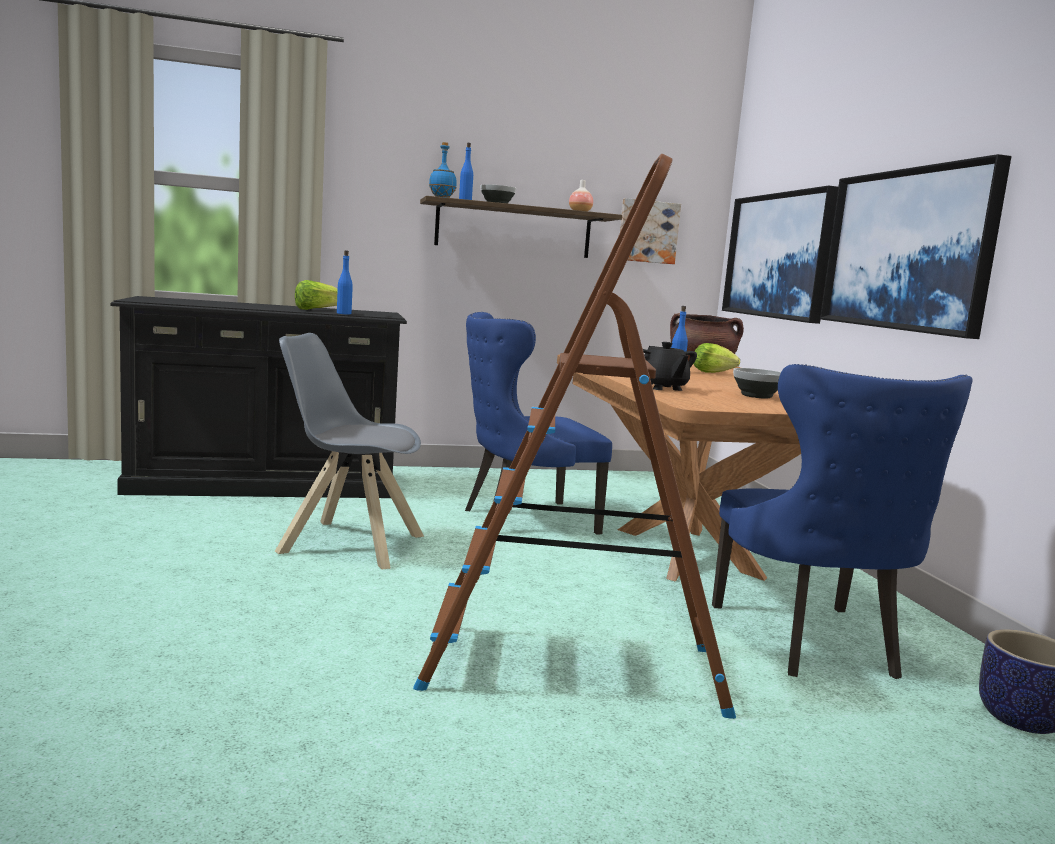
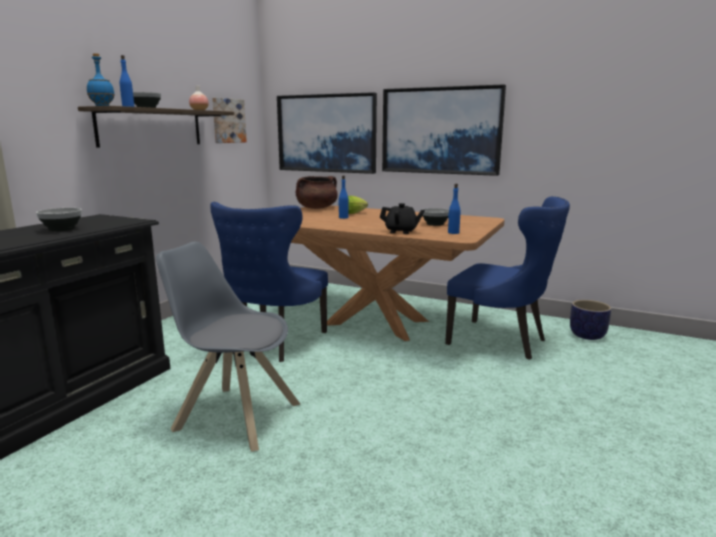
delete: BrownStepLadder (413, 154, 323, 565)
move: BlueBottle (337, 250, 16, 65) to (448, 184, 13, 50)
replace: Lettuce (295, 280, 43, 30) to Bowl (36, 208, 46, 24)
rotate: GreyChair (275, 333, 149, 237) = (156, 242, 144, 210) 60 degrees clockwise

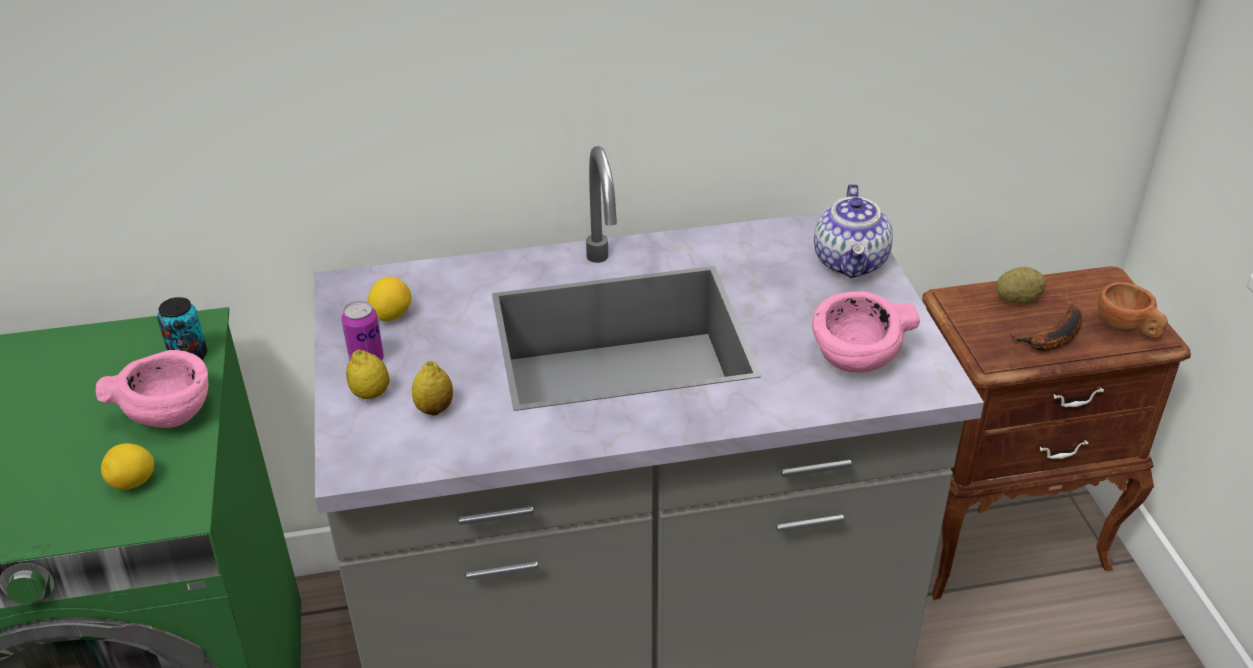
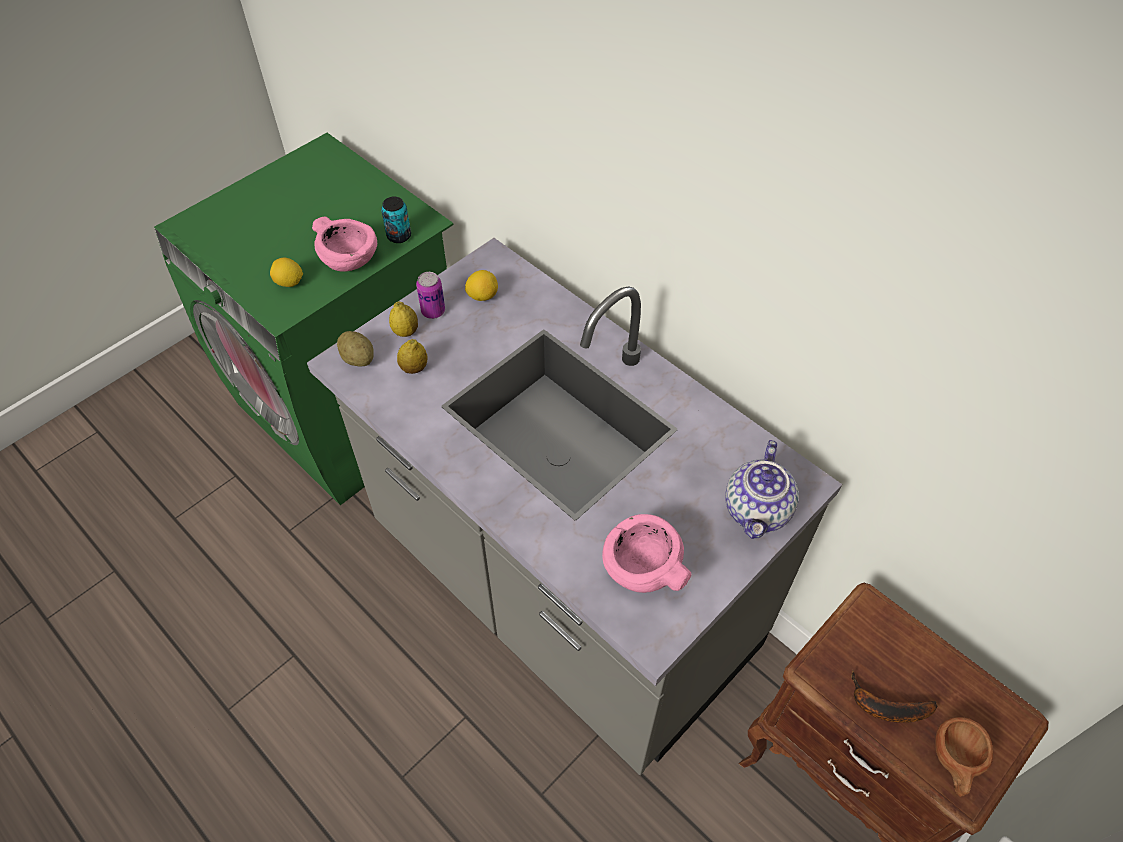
move: Potato (996, 267, 50, 37) to (337, 331, 37, 36)
rotate: Teapot (814, 183, 79, 95) = (725, 440, 74, 99) 45 degrees counterclockwise

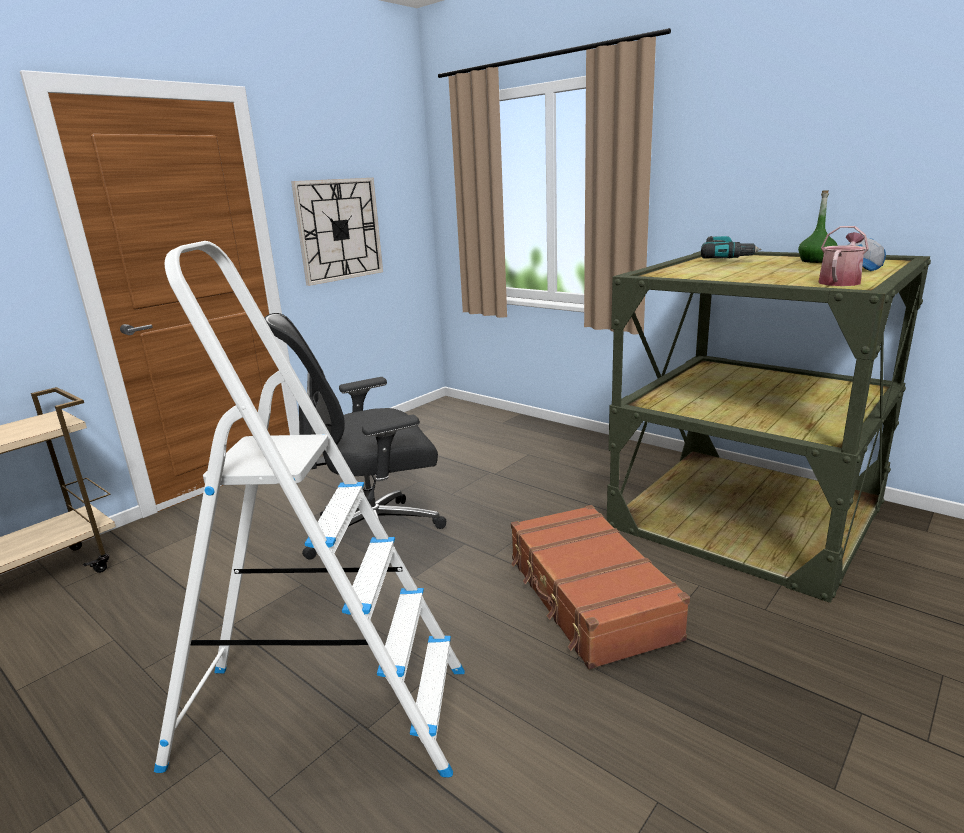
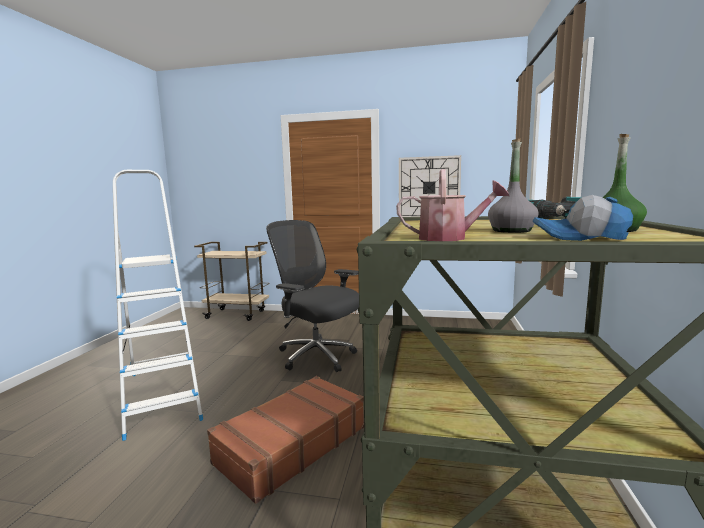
insert: GreyBottle (488, 138, 50, 95)

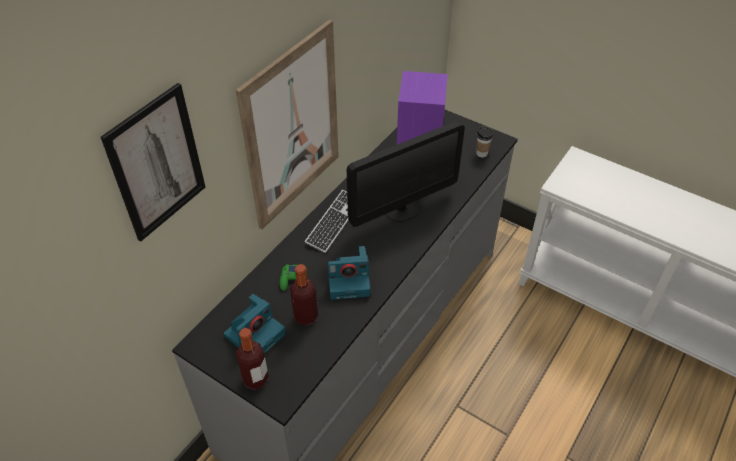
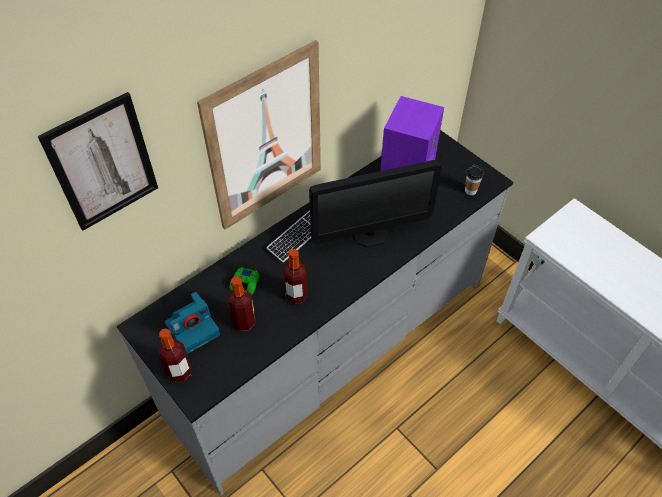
replace: PhotoCamera (328, 246, 42, 54) to Bottle (283, 249, 25, 55)

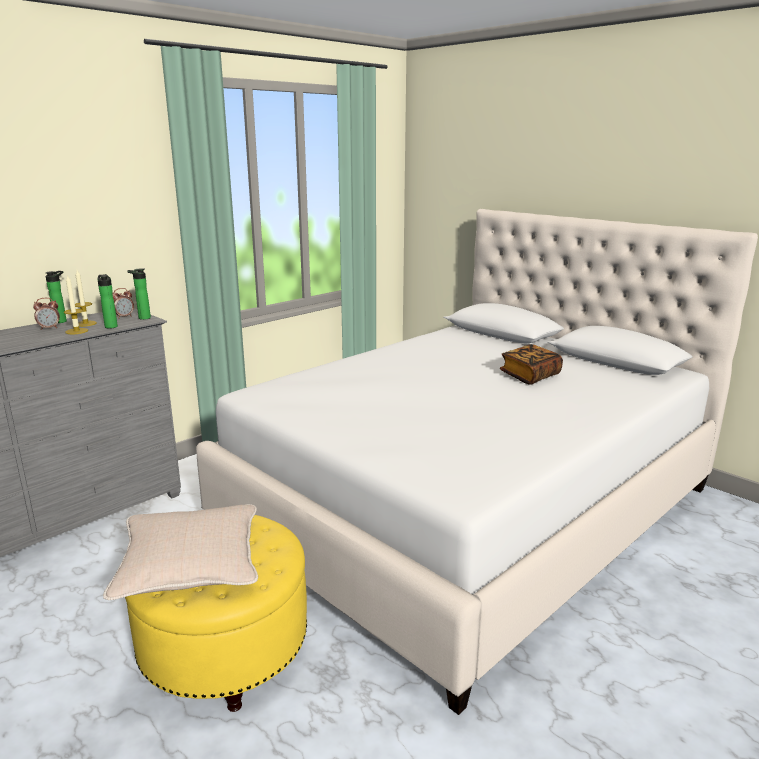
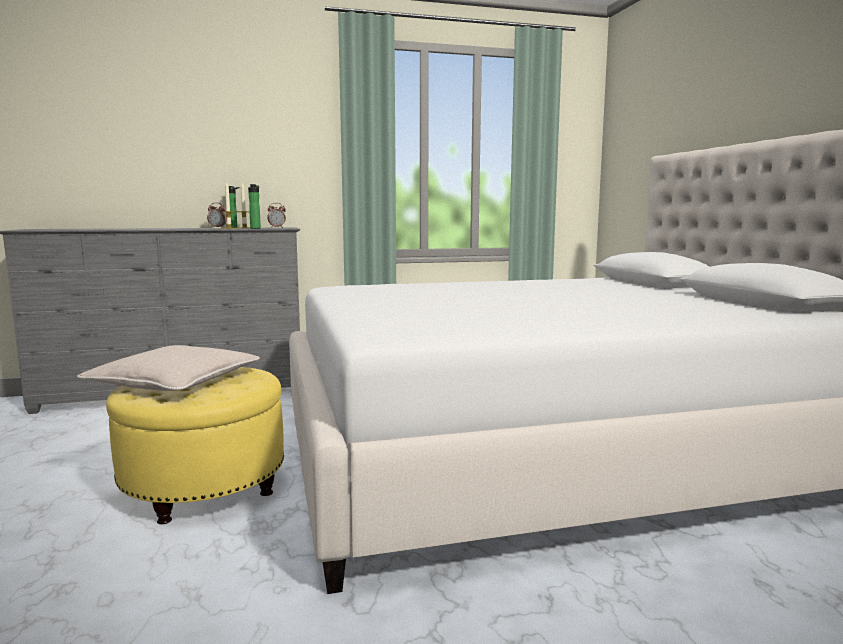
delete: Bottle (127, 268, 24, 52); Book (500, 344, 63, 41)

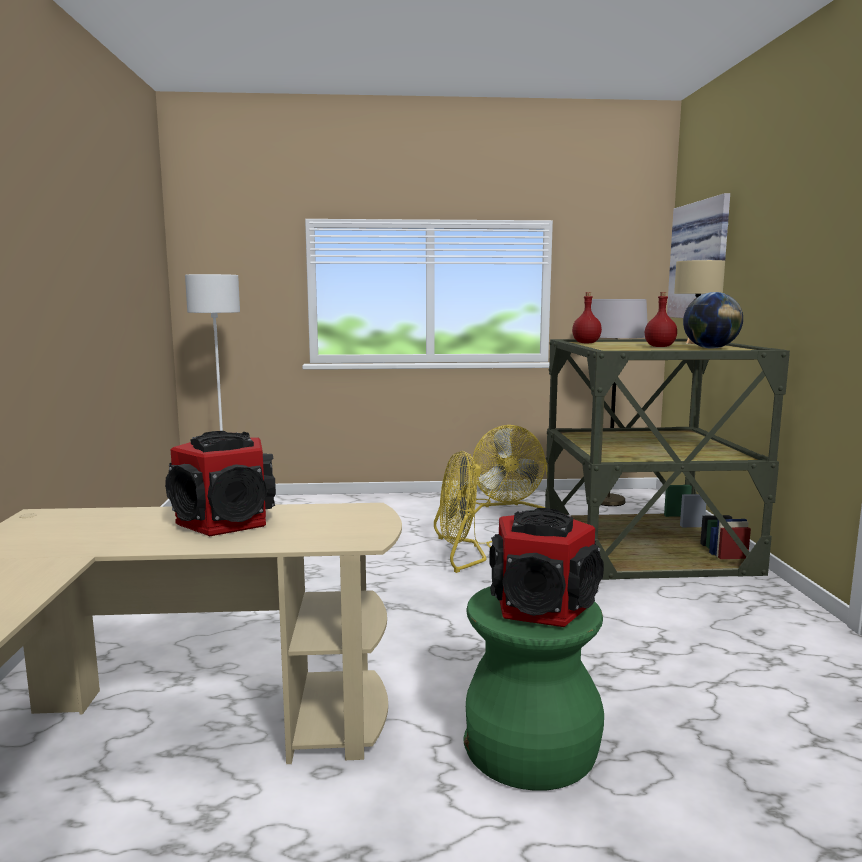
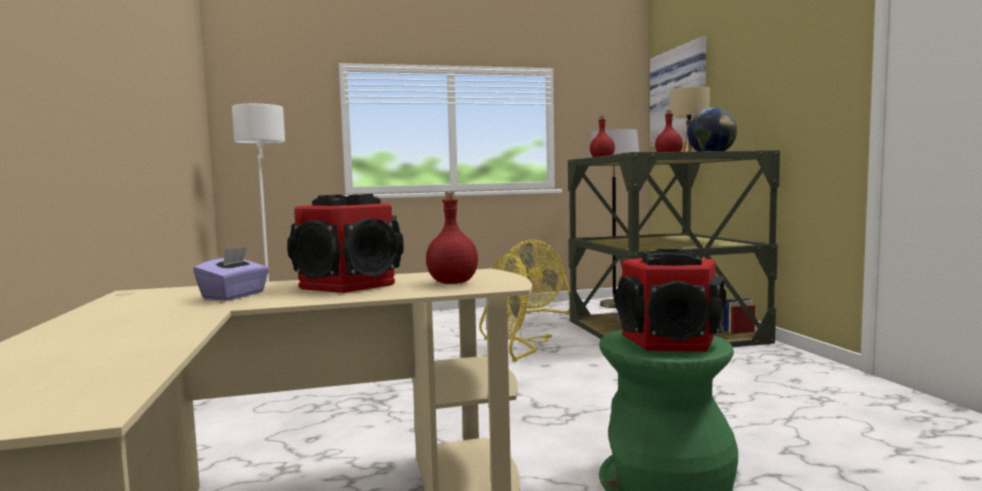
insert: PurpleTissueBox (193, 247, 76, 54); RedBottle (426, 192, 52, 92)

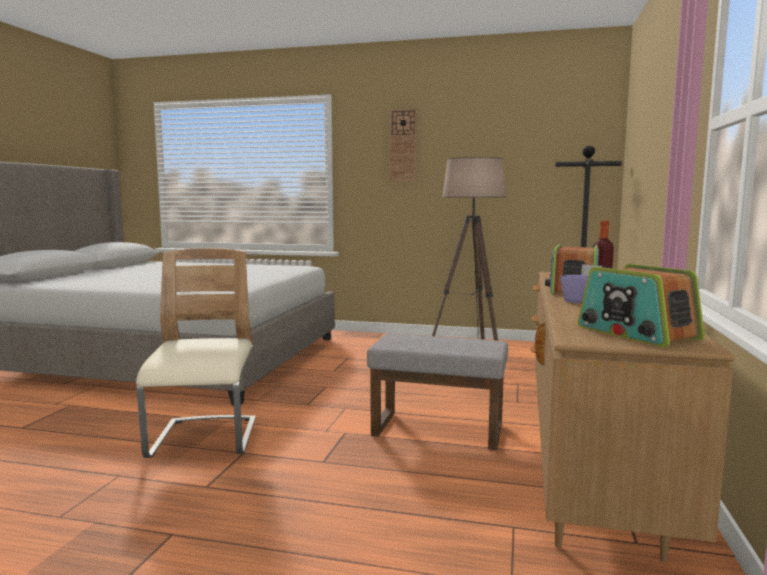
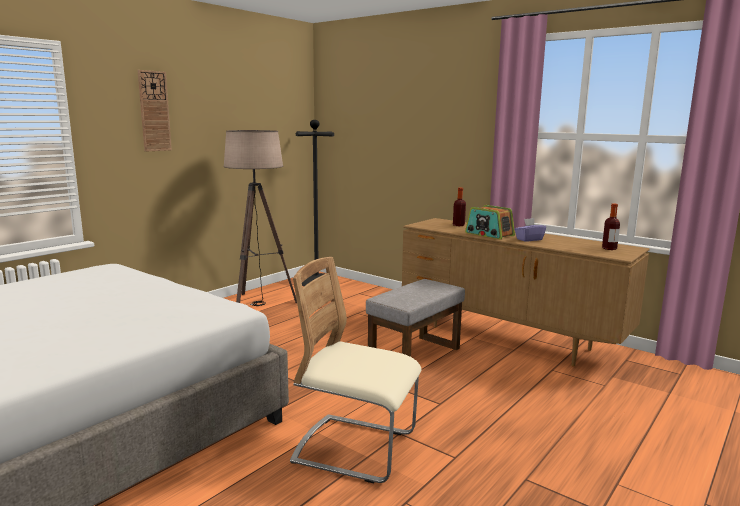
replace: Radio (578, 264, 127, 83) to Bottle (602, 203, 18, 47)

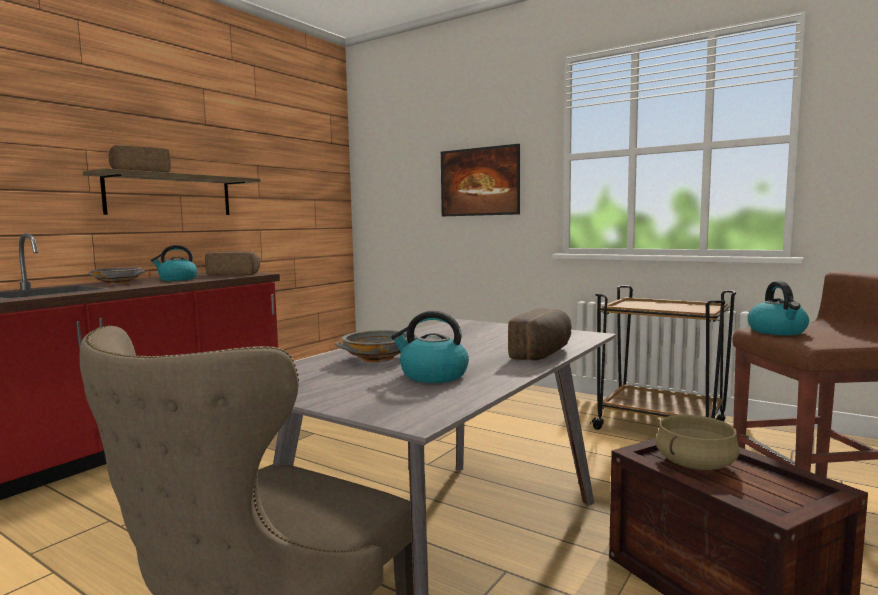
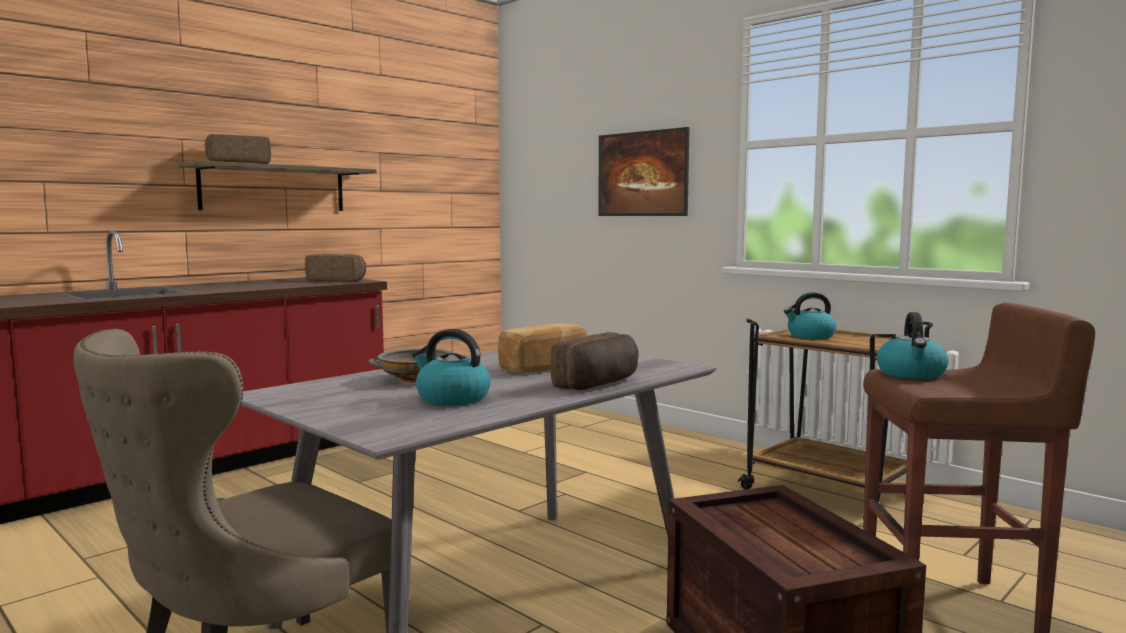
delete: GreyBowl (88, 267, 58, 18); BeigeCookingPot (655, 415, 85, 55)
insert: Bread (498, 324, 89, 49)
move: Kettle (151, 245, 47, 36) to (784, 292, 52, 47)

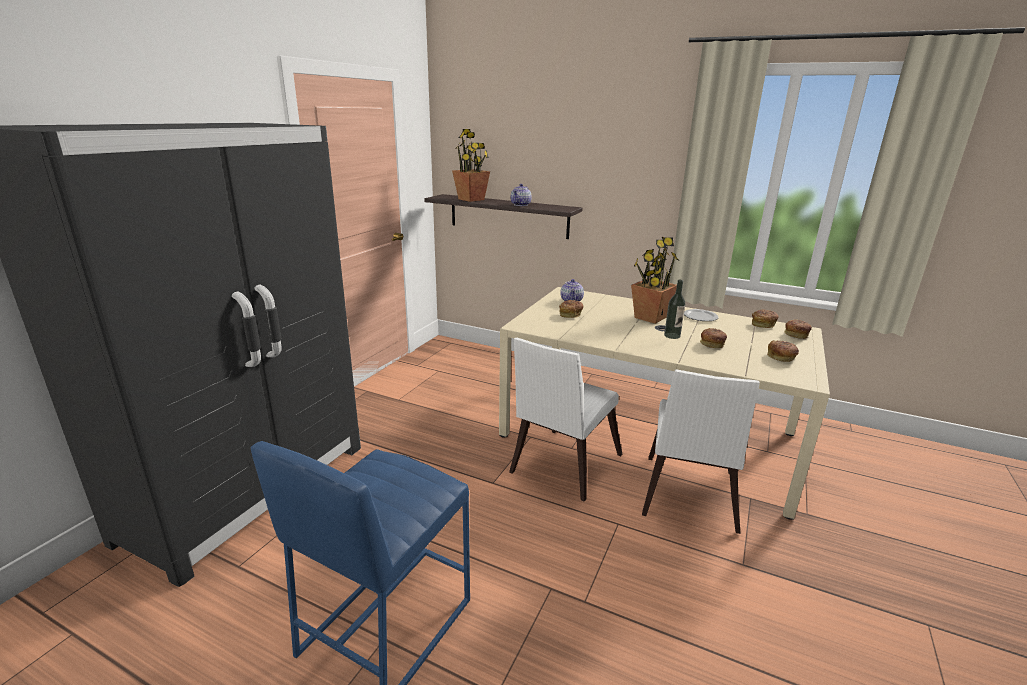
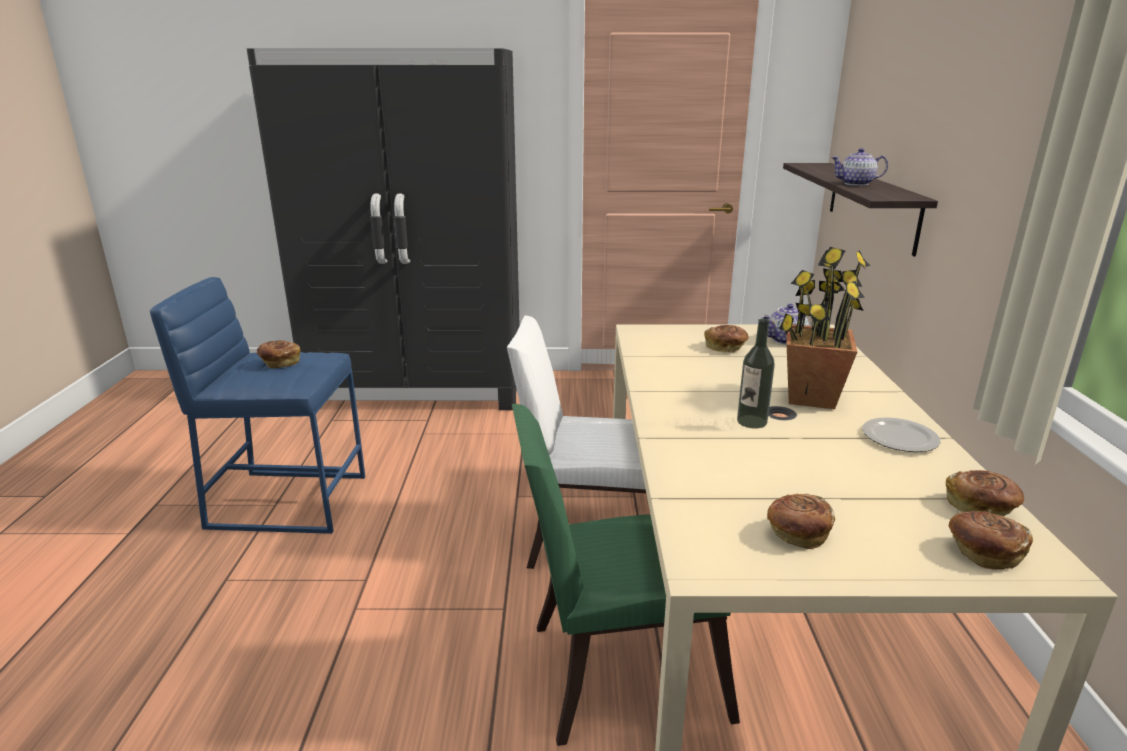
delete: PottedPlant (452, 129, 38, 73)
move: Bread (700, 328, 27, 20) to (257, 340, 44, 28)
recolor: WhiteChair (642, 369, 118, 165) to GreenChair (512, 404, 228, 342)

